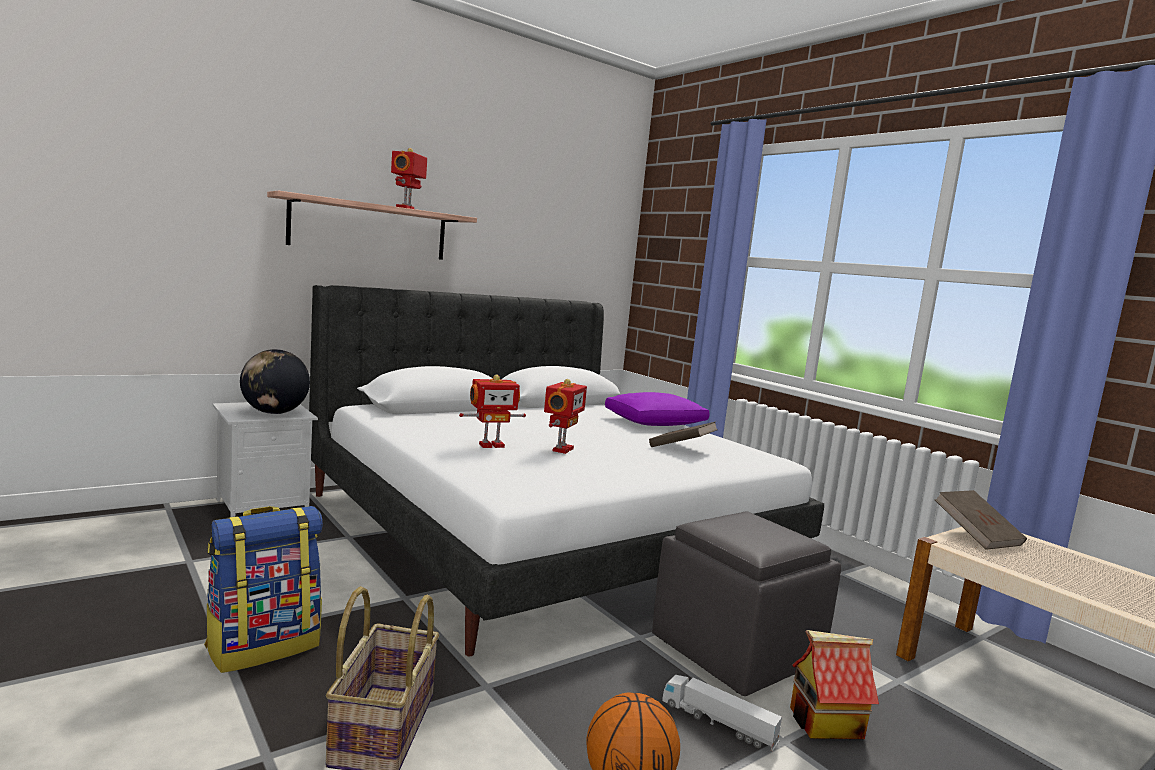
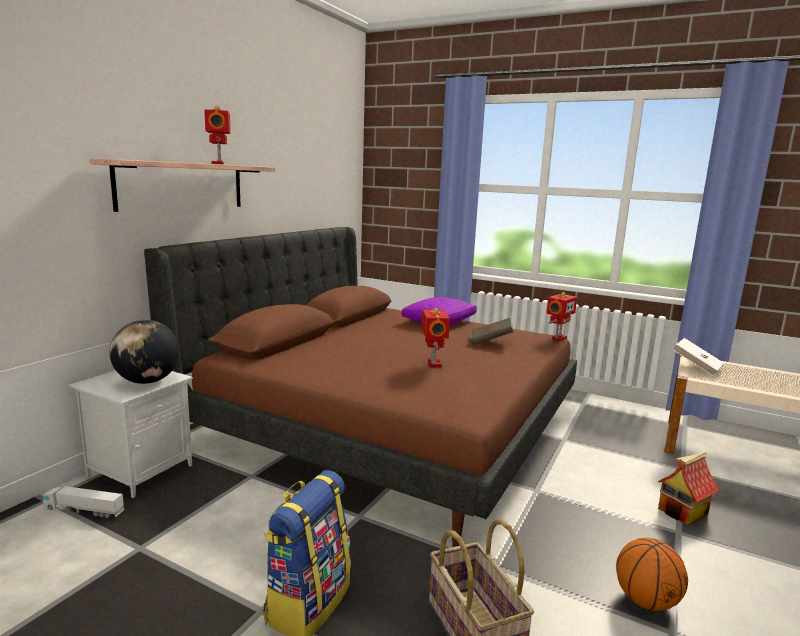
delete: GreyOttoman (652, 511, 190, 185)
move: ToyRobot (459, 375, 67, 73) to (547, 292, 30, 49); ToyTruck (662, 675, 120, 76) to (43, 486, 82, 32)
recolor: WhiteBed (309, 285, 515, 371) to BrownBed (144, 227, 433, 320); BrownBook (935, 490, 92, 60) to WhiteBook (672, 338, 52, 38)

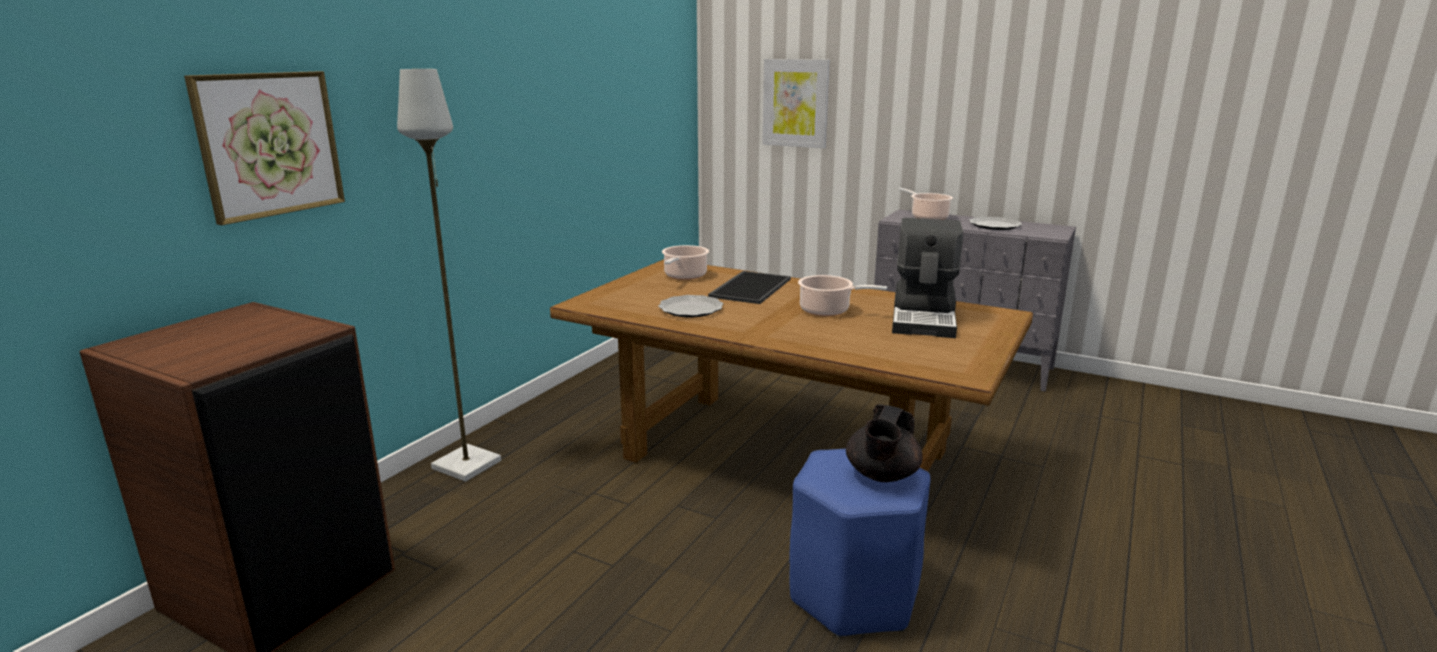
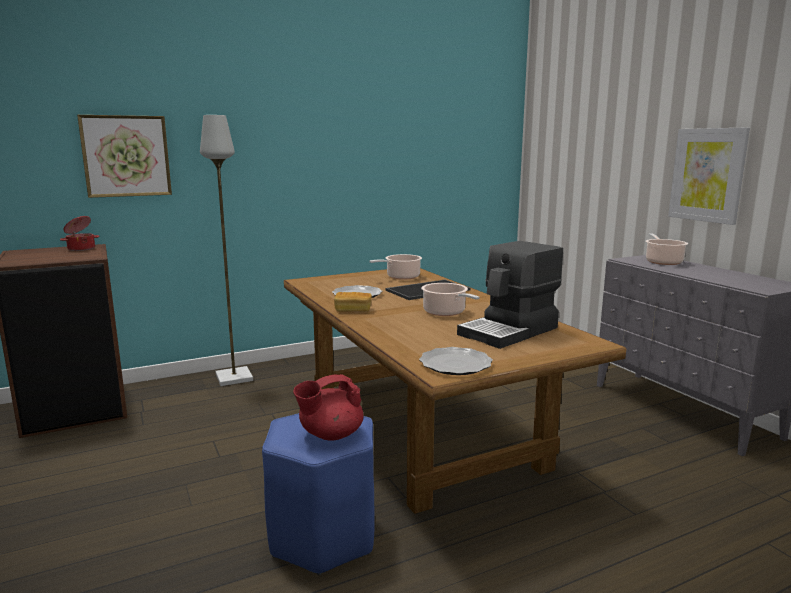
insert: CookingPot (60, 216, 39, 35); Bread (334, 292, 38, 20)
move: Picture (762, 59, 68, 89) to (668, 127, 82, 98); Plate (969, 217, 53, 13) to (419, 347, 74, 28)
recolor: BlackTeapot (846, 404, 77, 78) to RedTeapot (293, 374, 71, 67)

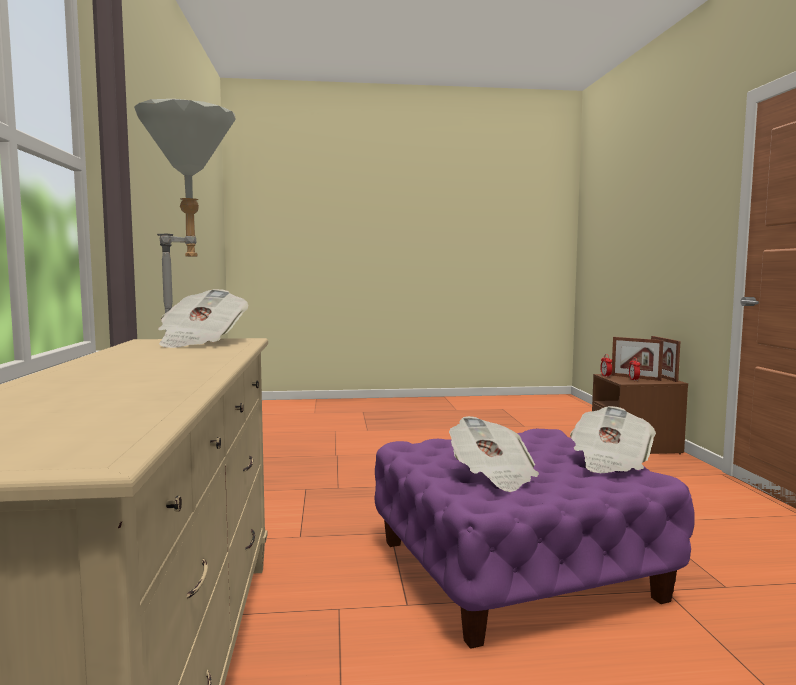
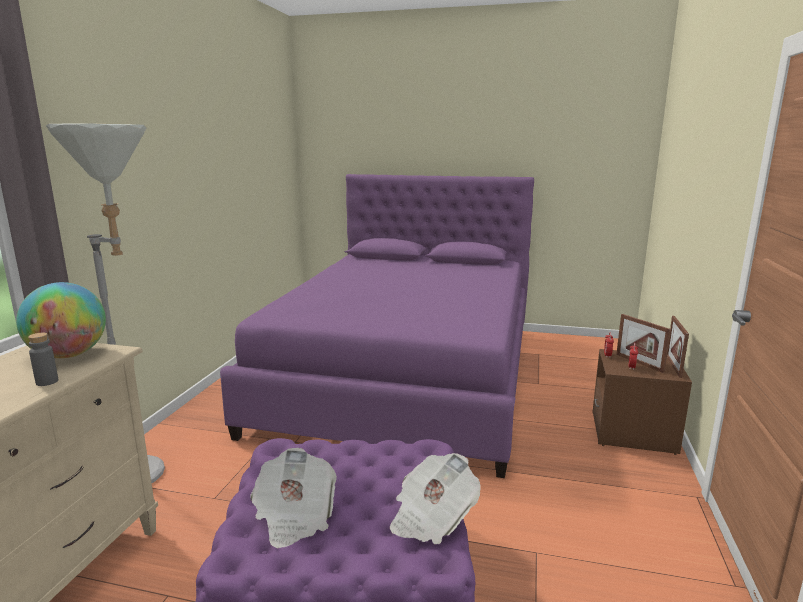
insert: GreyBottle (28, 333, 30, 53); PurpleBed (220, 174, 314, 304)
replace: Newspaper (158, 289, 91, 59) to Globe (16, 282, 90, 76)

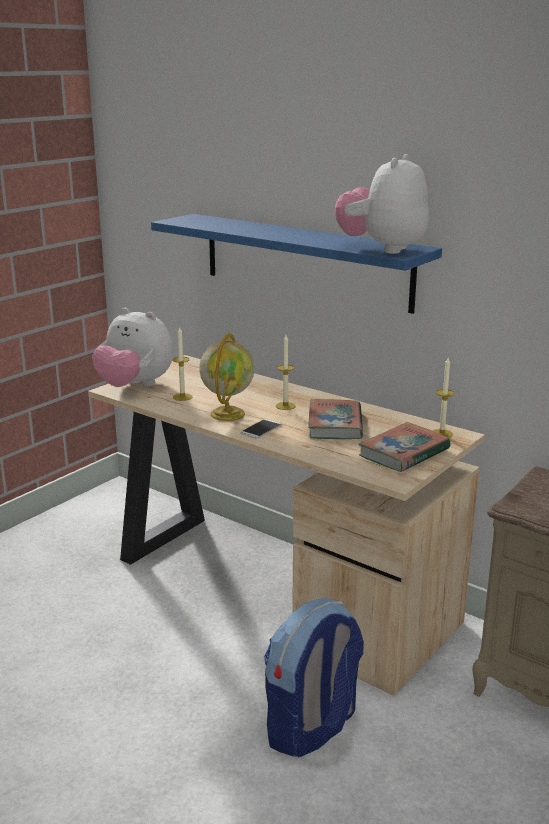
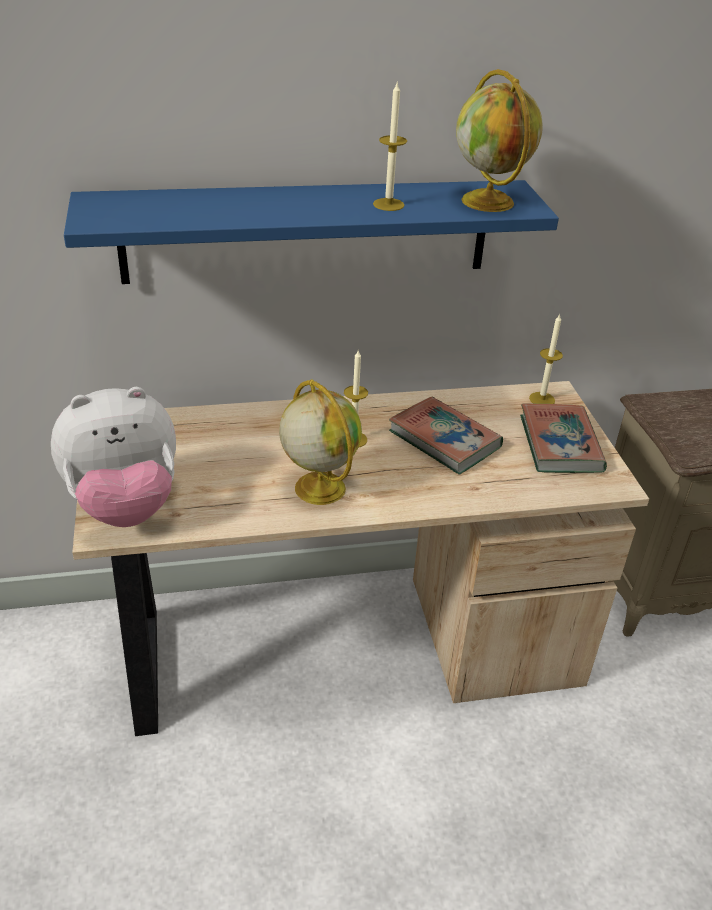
delete: Phone (241, 419, 41, 19); Backpack (264, 598, 100, 159)
move: Candle (173, 327, 19, 74) to (373, 83, 34, 128)
replace: PlushToy (335, 154, 94, 100) to Globe (456, 69, 87, 143)

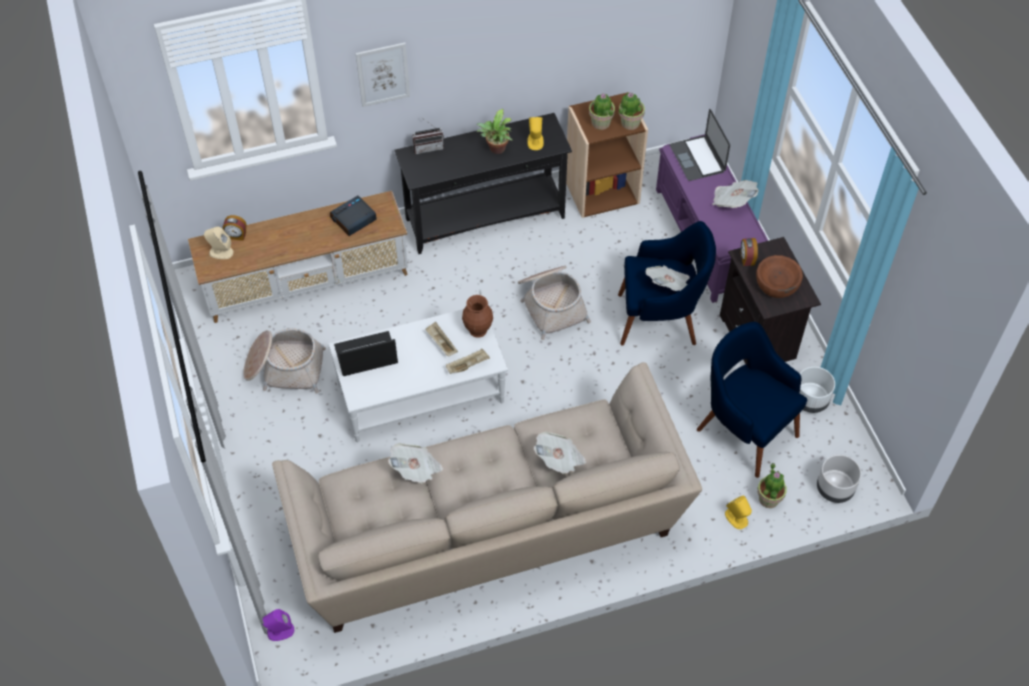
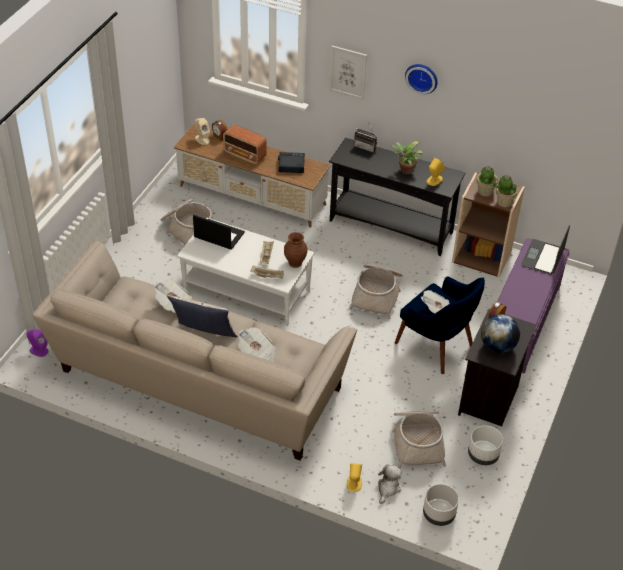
delete: Newspaper (713, 180, 45, 28)
insert: Pillow (168, 296, 70, 42); Radio (223, 125, 44, 40); WallClock (405, 64, 33, 30)
replace: BlueArmchair (697, 322, 110, 156) to Basket (392, 411, 54, 58); BrownBowl (756, 255, 47, 43) to Globe (481, 314, 39, 39); PottedPlant (757, 463, 30, 45) to PlushToy (378, 464, 24, 40)

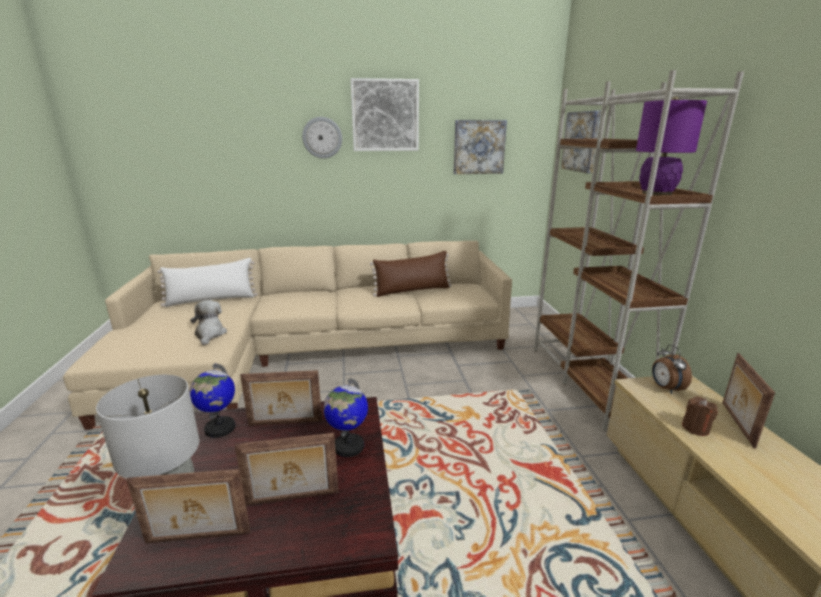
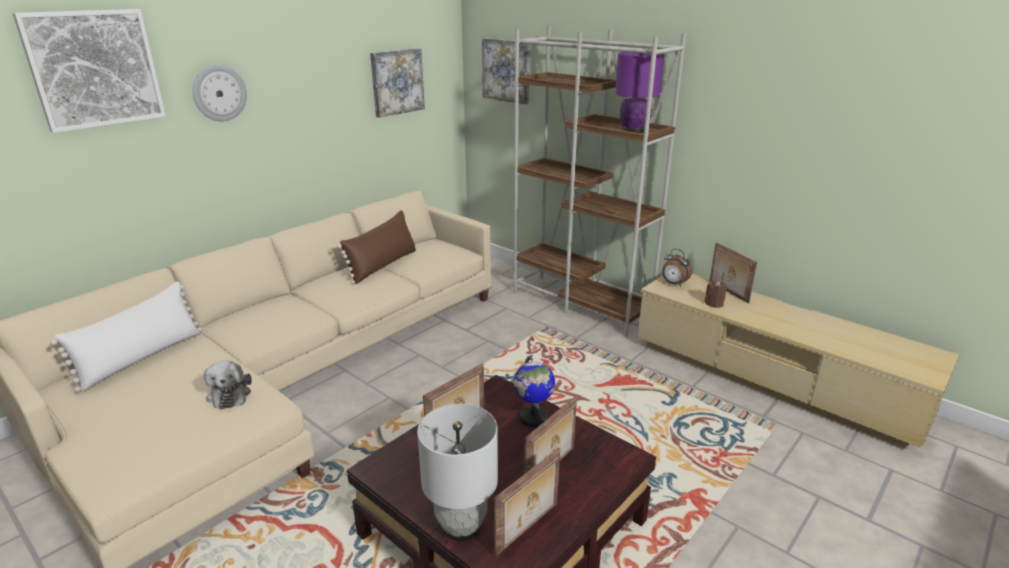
delete: Globe (189, 363, 46, 75)
move: Picture (351, 78, 68, 73) to (13, 9, 153, 124)
rotate: PlushToy (190, 300, 37, 45) = (204, 360, 48, 49) 150 degrees counterclockwise

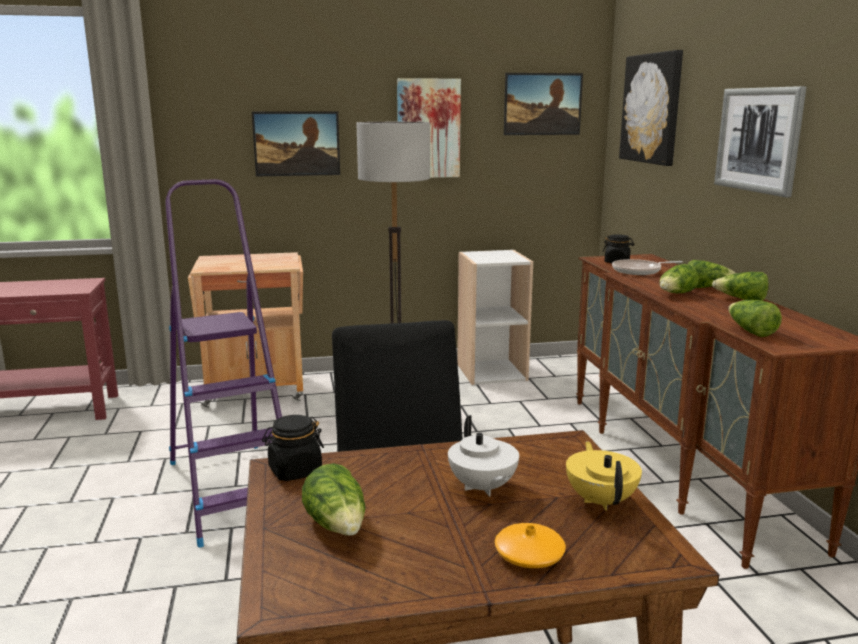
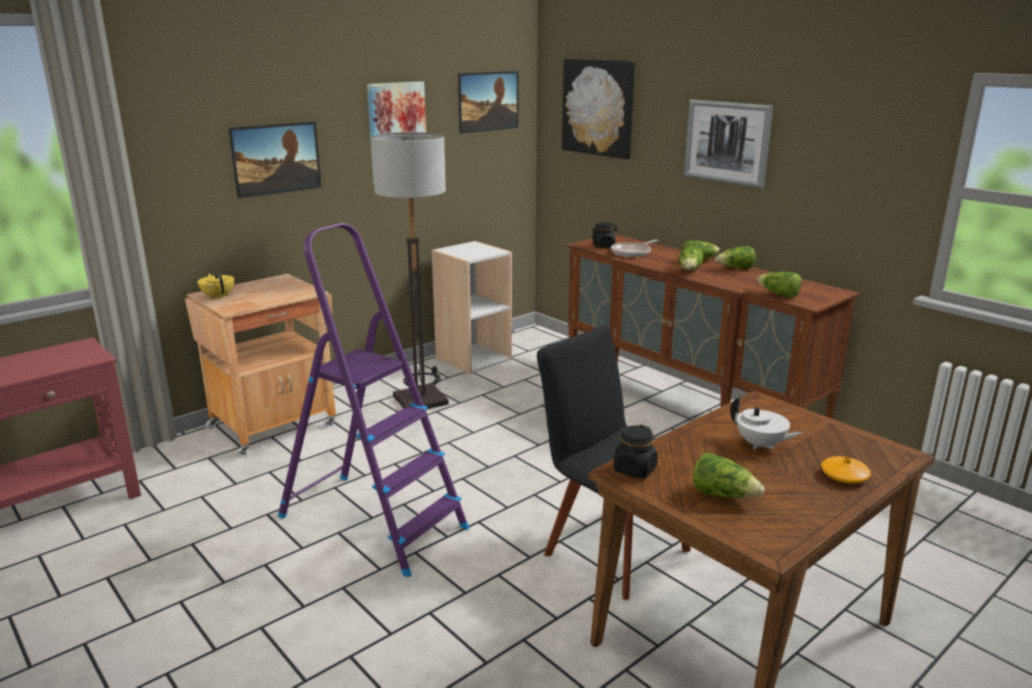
move: YellowTeapot (566, 441, 76, 70) to (198, 272, 36, 27)

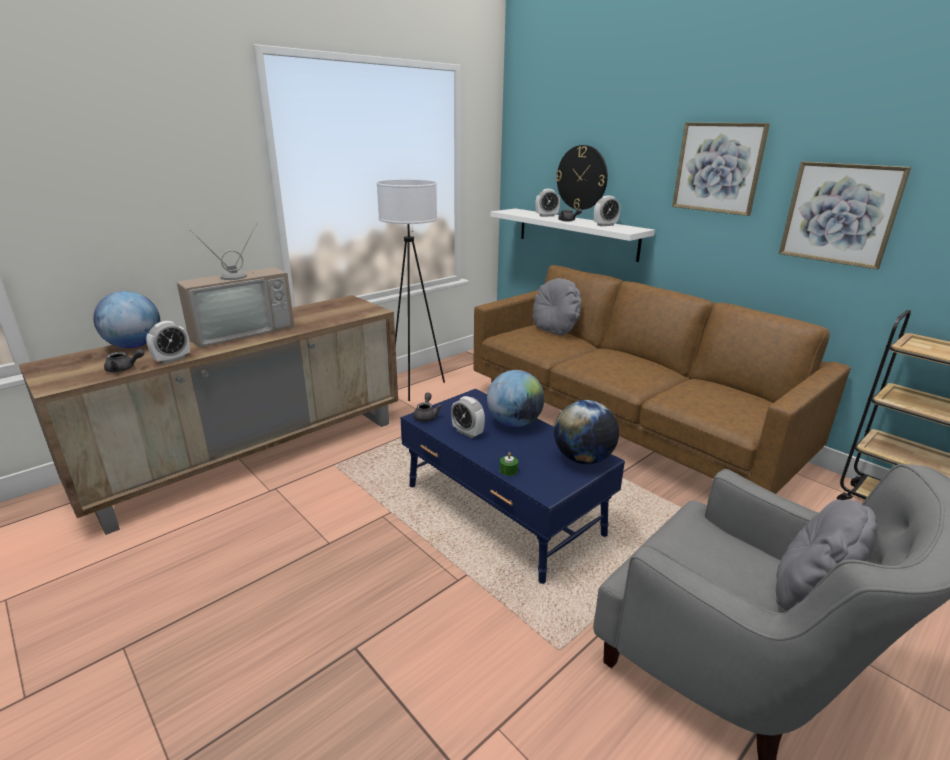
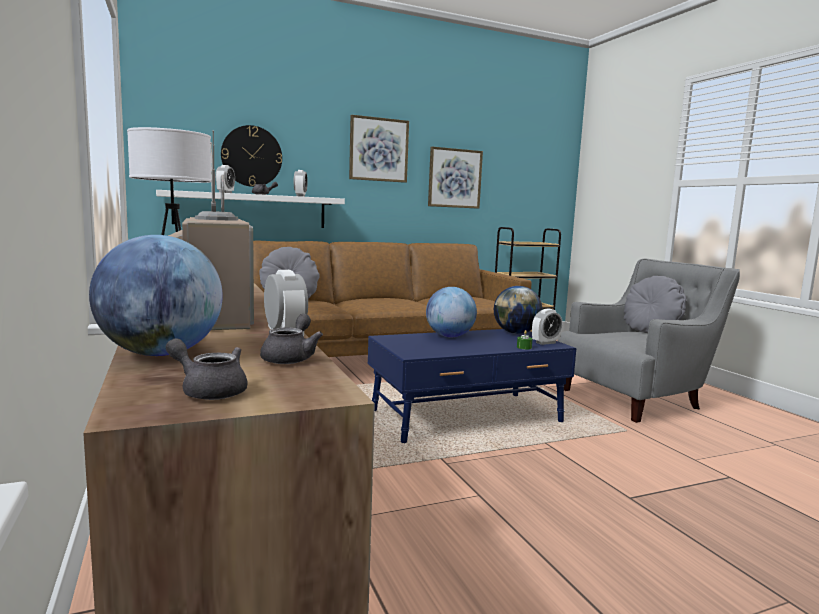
move: GreyTeapot (413, 393, 29, 29) to (166, 338, 82, 62); AlarmClock (451, 396, 34, 42) to (532, 309, 30, 36)

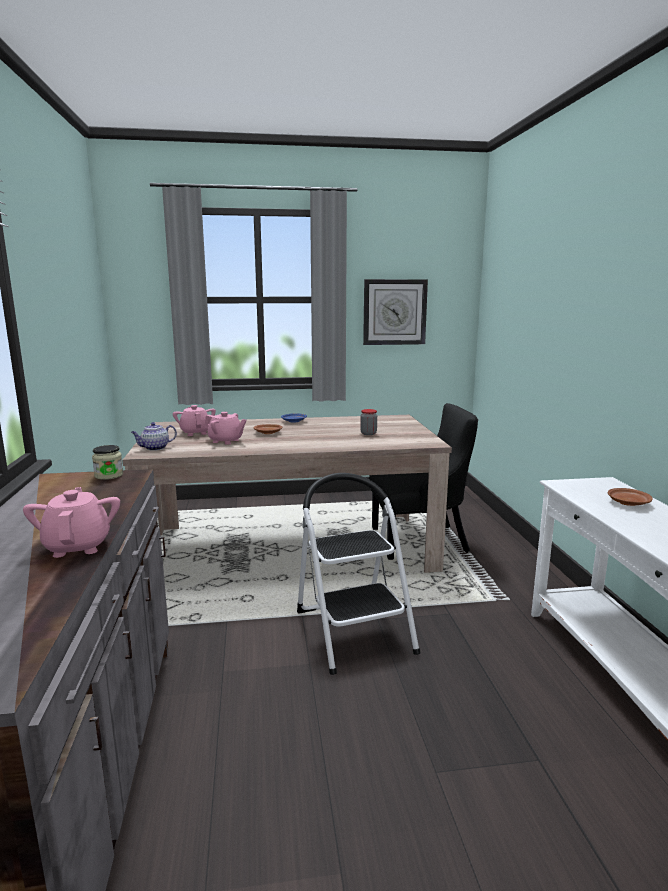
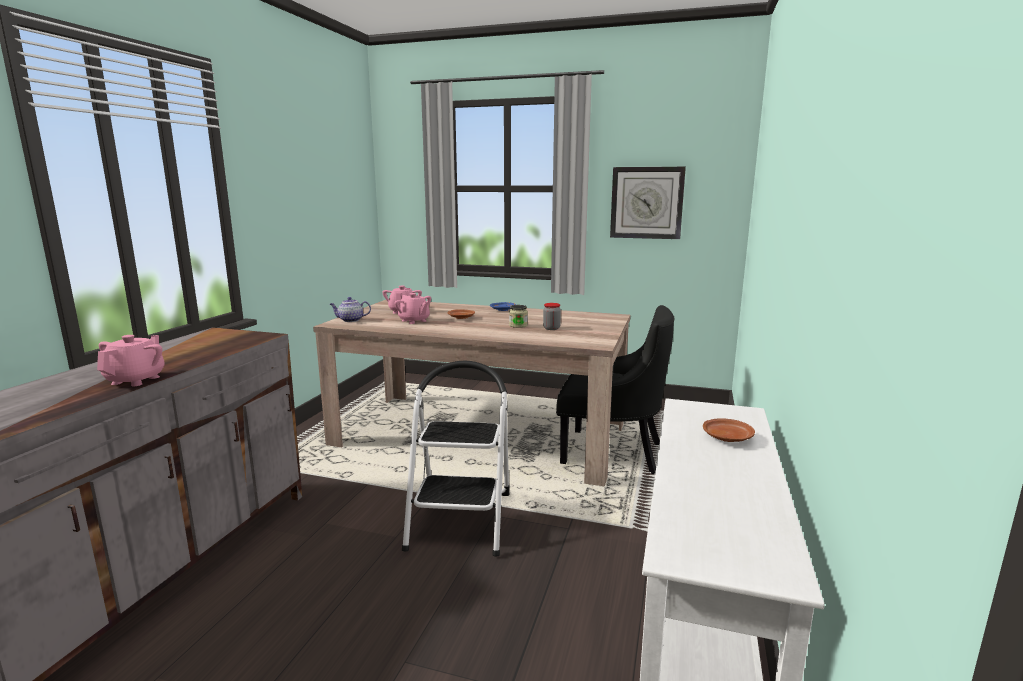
move: Jar (92, 445, 31, 35) to (509, 305, 19, 23)

